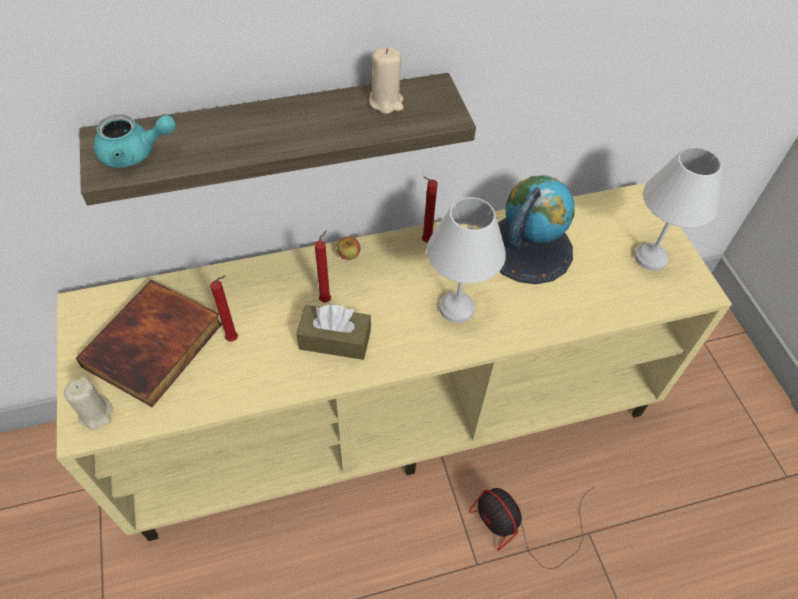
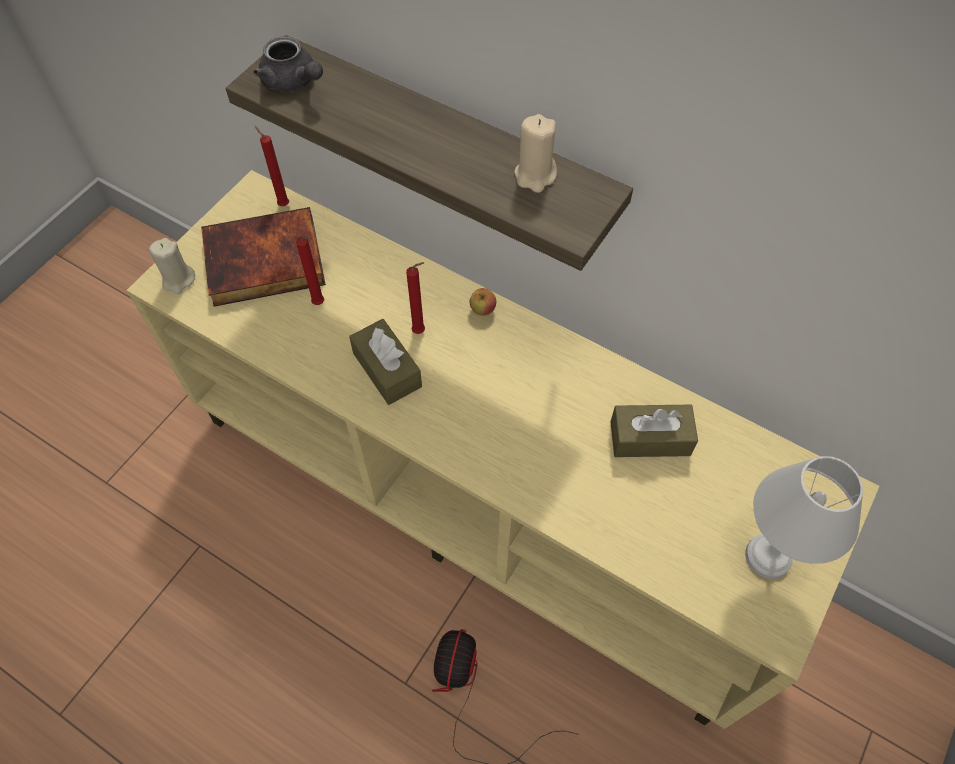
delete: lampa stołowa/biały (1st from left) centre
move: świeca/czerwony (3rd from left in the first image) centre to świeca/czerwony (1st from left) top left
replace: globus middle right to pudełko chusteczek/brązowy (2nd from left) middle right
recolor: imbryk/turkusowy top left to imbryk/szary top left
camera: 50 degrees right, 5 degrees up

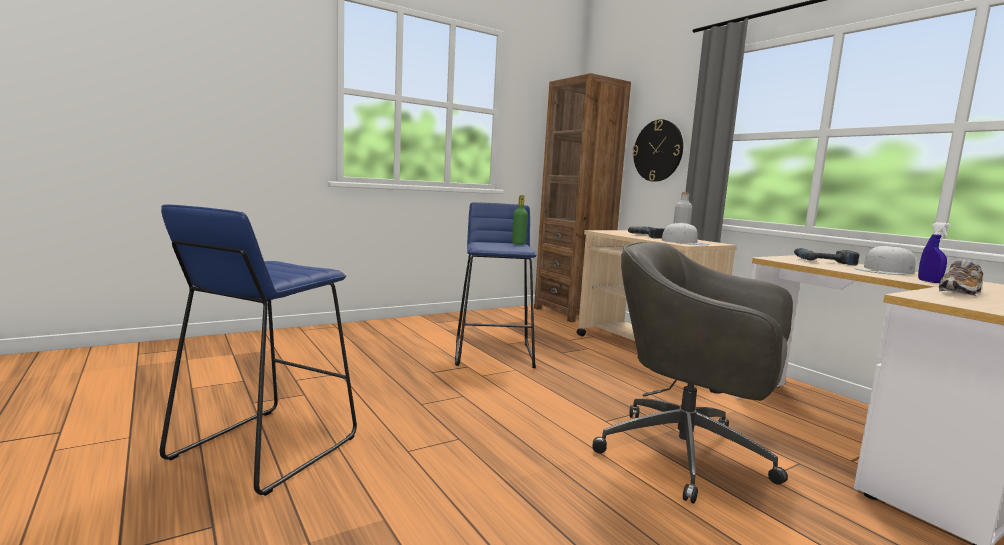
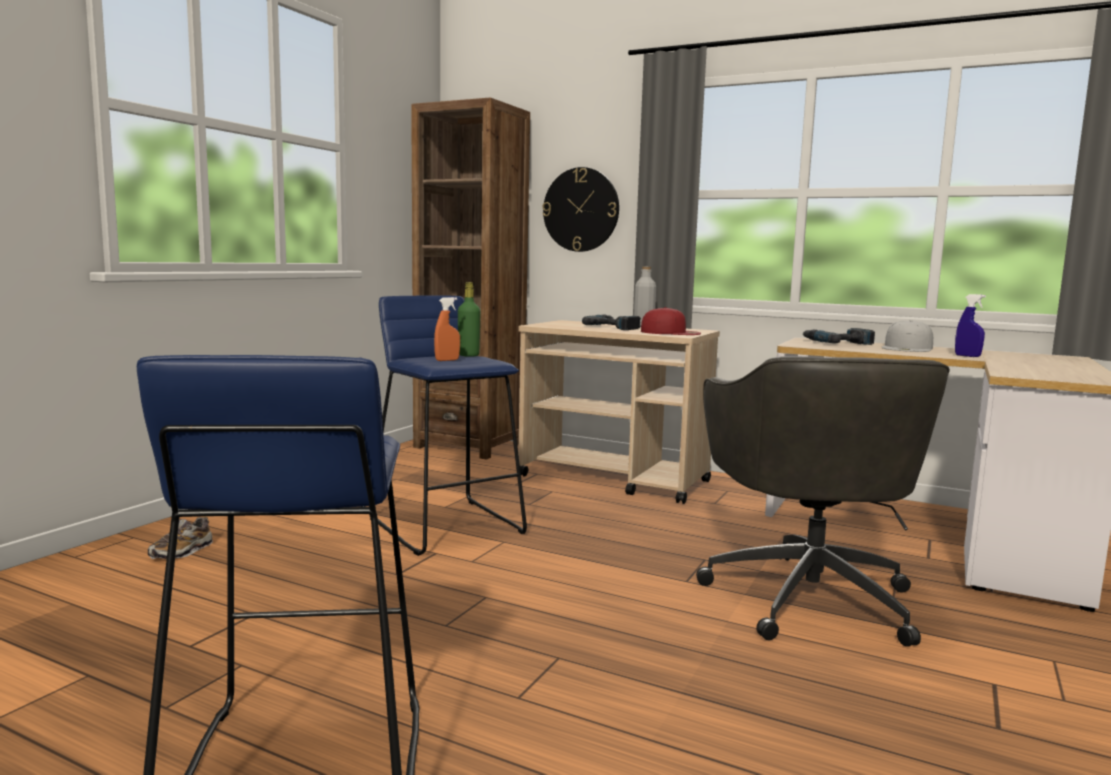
insert: spryskiwacz/pomarańczowy centre
move: but middle right to bottom left
recolor: czapka z daszkiem/biały (1st from left) middle right to czapka z daszkiem/czerwony centre
rotate: krzesło biurowe/szary bottom right = middle right 90 degrees counterclockwise
camera: 30 degrees left, 0 degrees up

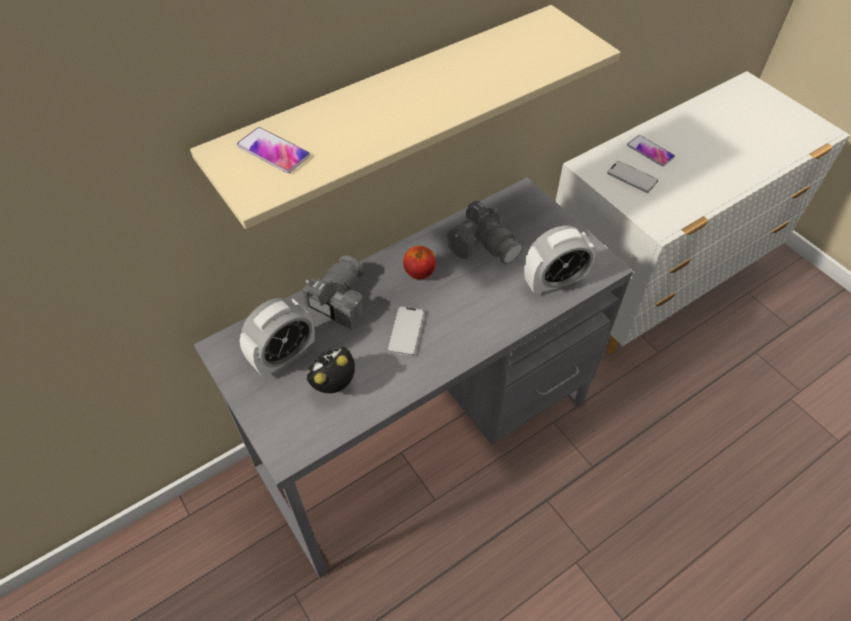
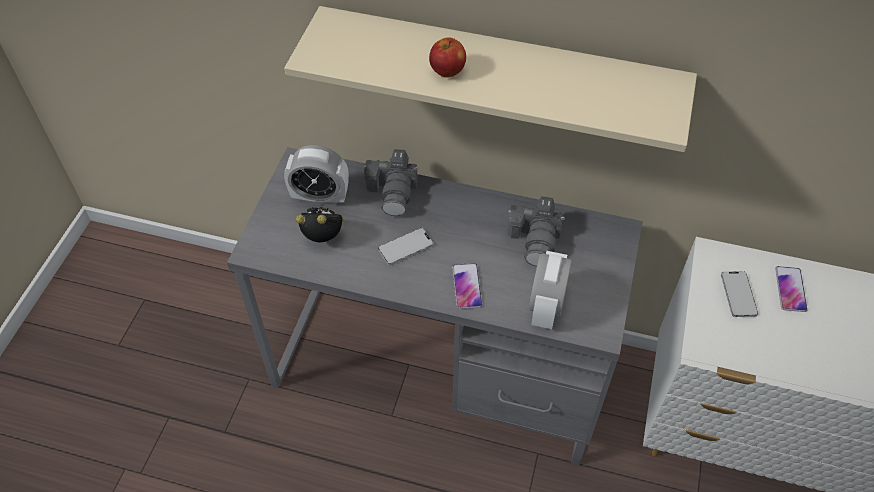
move: telefon (1st from left in the first image) top left to telefon (2nd from left) centre; jabłko centre to top centre
rotate: aparat fotograficzny (1st from left) centre = centre 105 degrees clockwise; budzik (3rd from left) centre = centre 75 degrees clockwise
camera: 50 degrees right, 0 degrees up

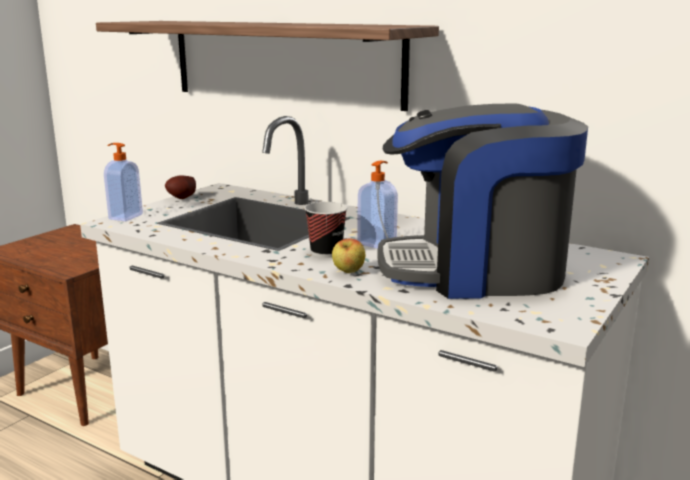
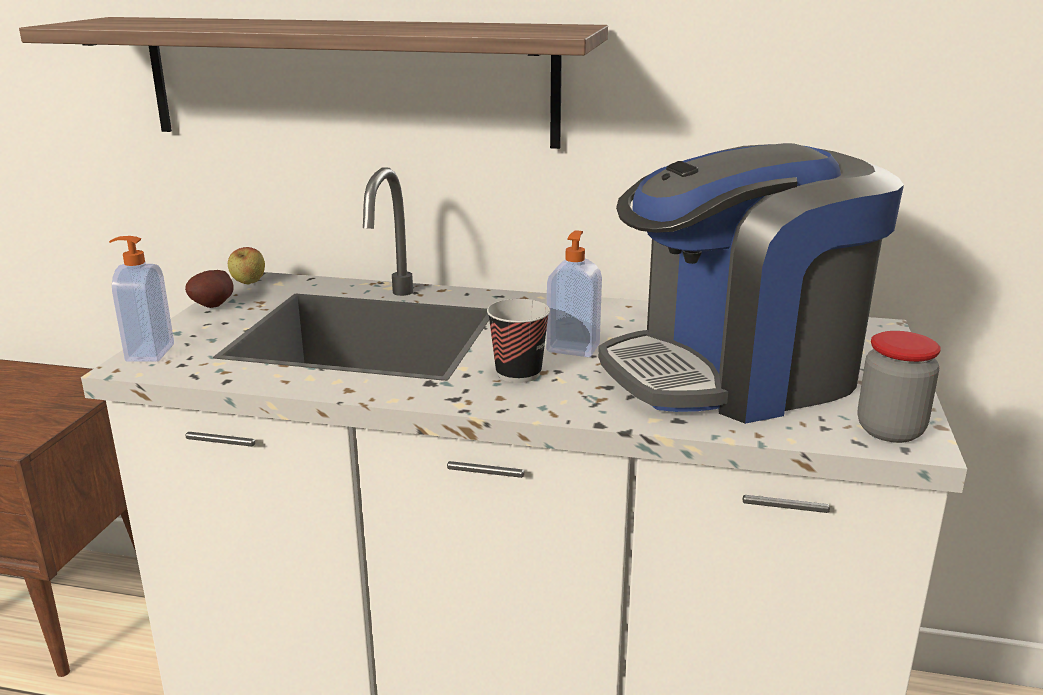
insert: słoik middle right
move: jabłko centre to middle left
camera: 20 degrees left, 5 degrees up

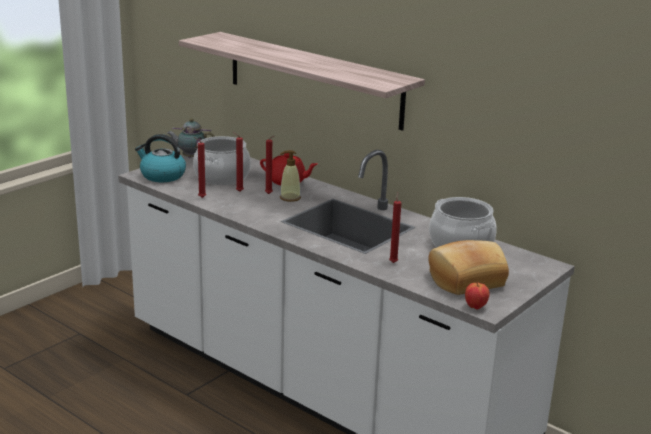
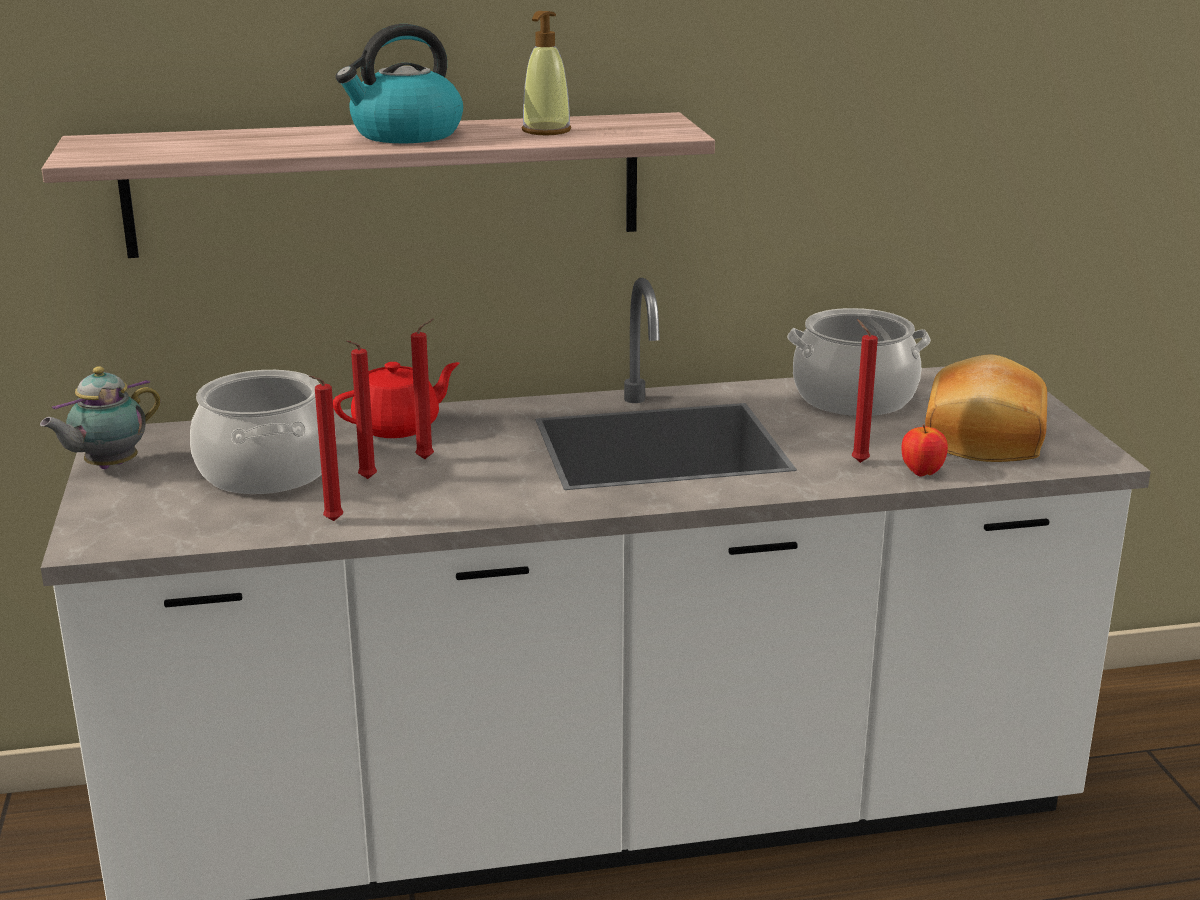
move: czajnik middle left to top left; dozownik mydła centre to top centre; jabłko bottom right to middle right
camera: 50 degrees left, 0 degrees up

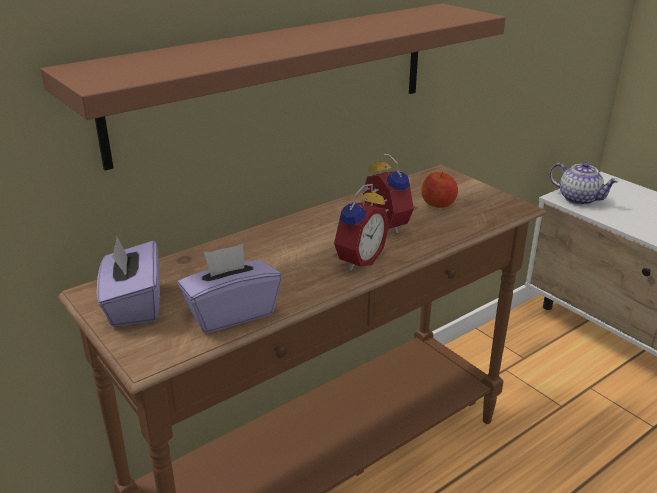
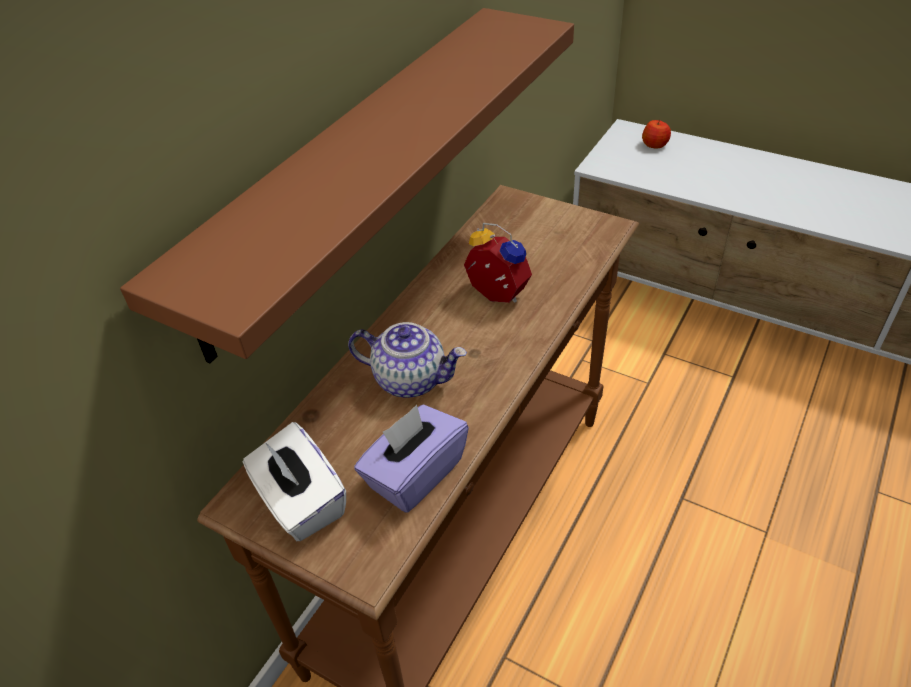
delete: budzik (1st from left) centre
move: jabłko middle right to top right; imbryk middle right to centre
recolor: pudełko chusteczek/fioletowy (1st from left) middle left to pudełko chusteczek/biały bottom left
camera: 20 degrees left, 15 degrees up

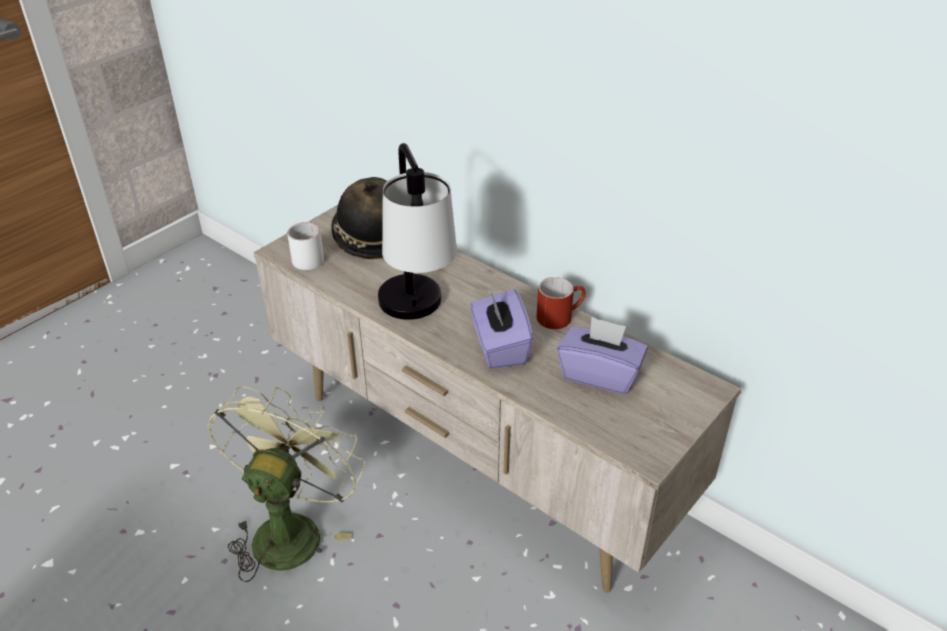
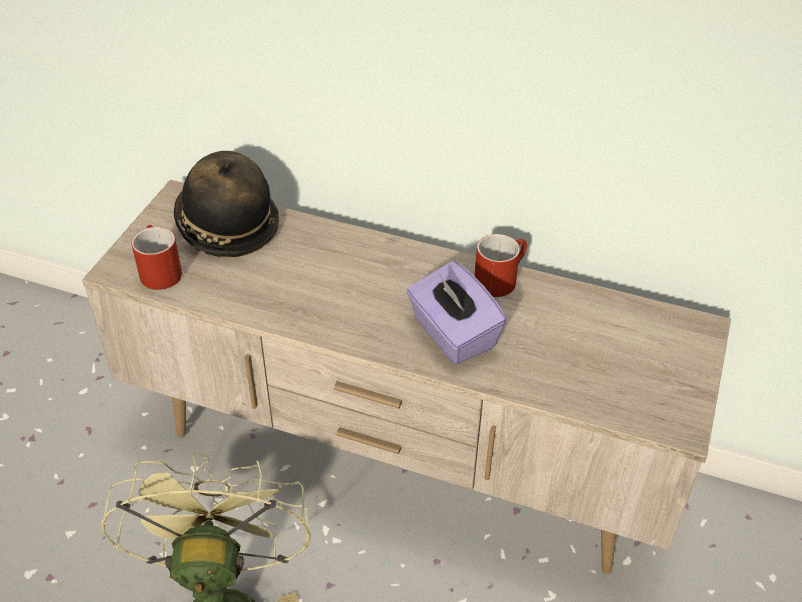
delete: lampa stołowa centre; pudełko chusteczek/fioletowy (2nd from left) centre
recolor: kubek/biały middle left to kubek/czerwony (1st from left) middle left
camera: 20 degrees left, 5 degrees up

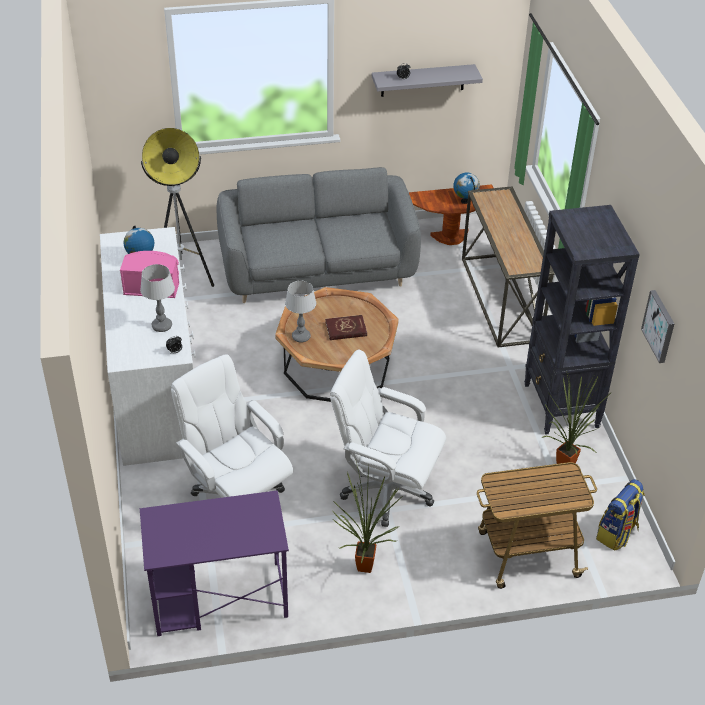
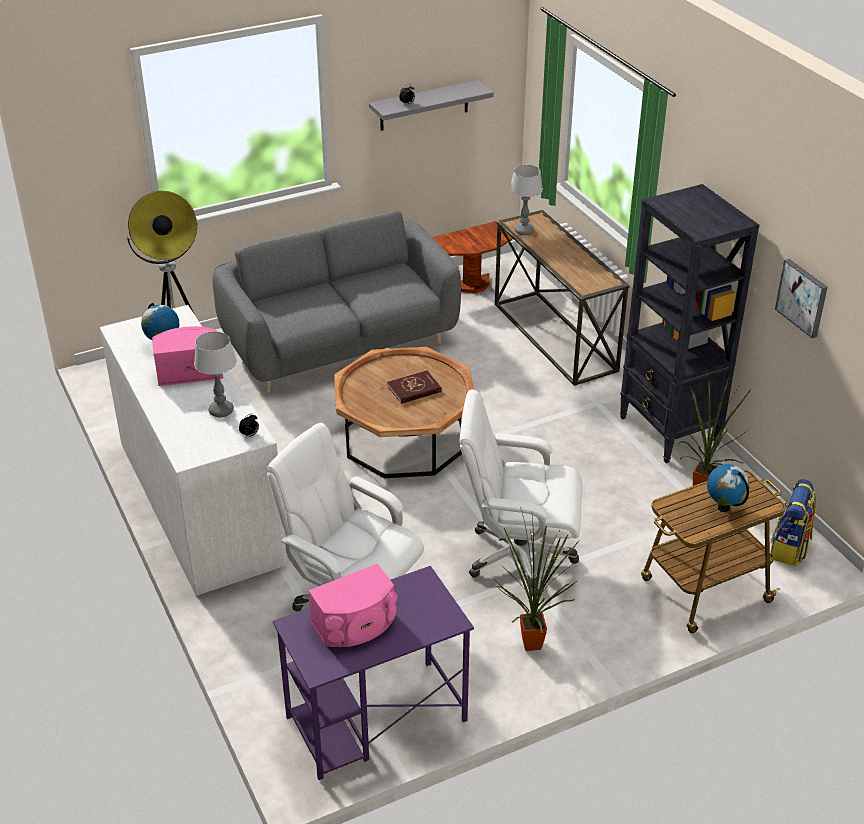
insert: głośnik/różowy (2nd from left) bottom centre
move: lampa stołowa (2nd from left) centre to top centre; globus (2nd from left) top centre to middle right
camera: 15 degrees left, 5 degrees down

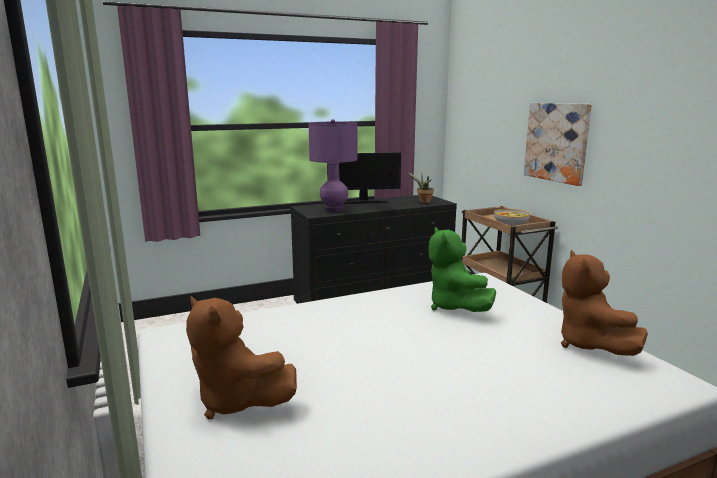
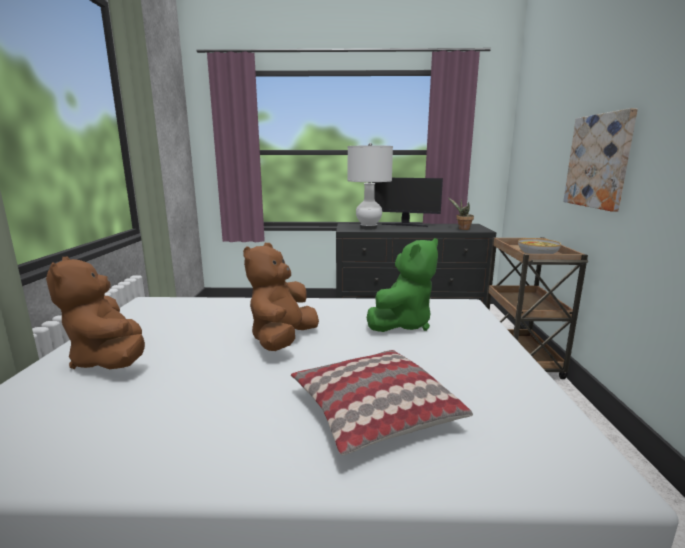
insert: poduszka bottom centre
move: pluszak/brązowy (2nd from left) middle right to centre
recolor: lampa stołowa/fioletowy centre to lampa stołowa/biały centre
rotate: pluszak/zielony centre = centre 150 degrees counterclockwise
camera: 25 degrees right, 0 degrees up

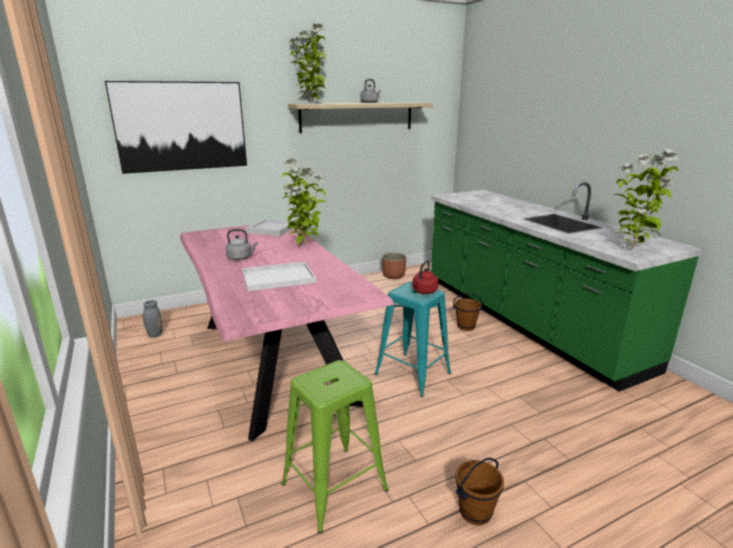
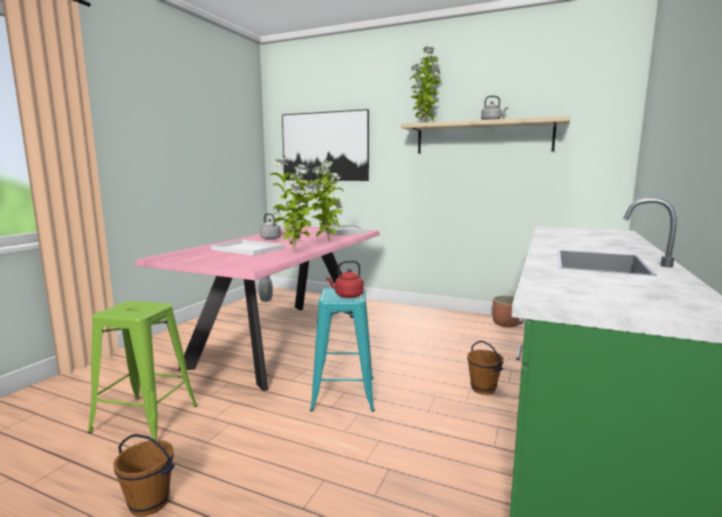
move: roślina doniczkowa (3rd from left in the first image) middle right to roślina doniczkowa (1st from left) centre
camera: 50 degrees right, 10 degrees down

